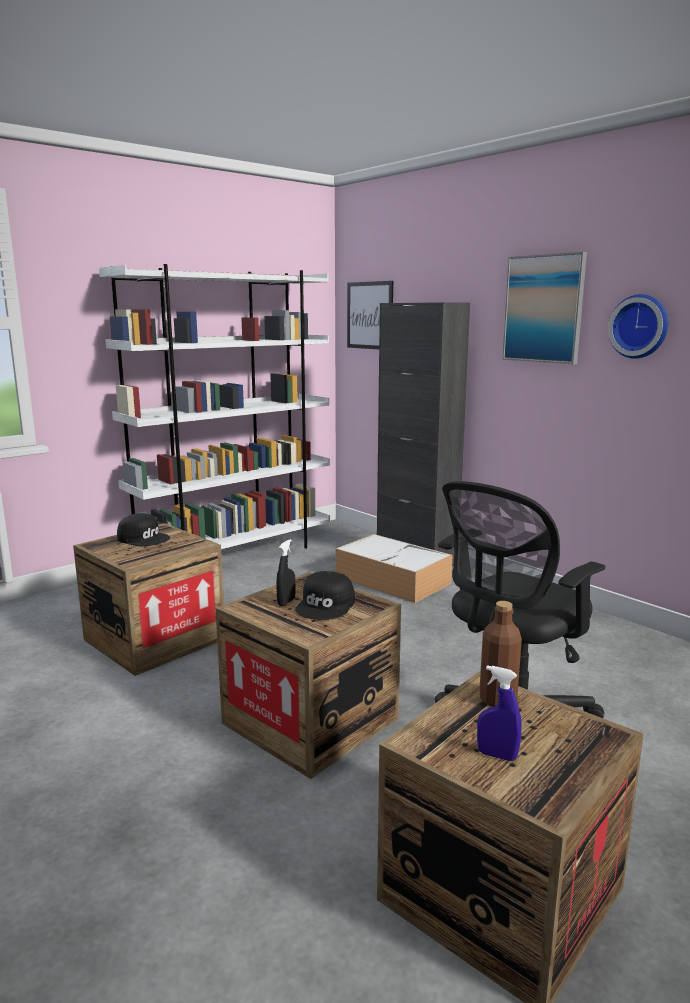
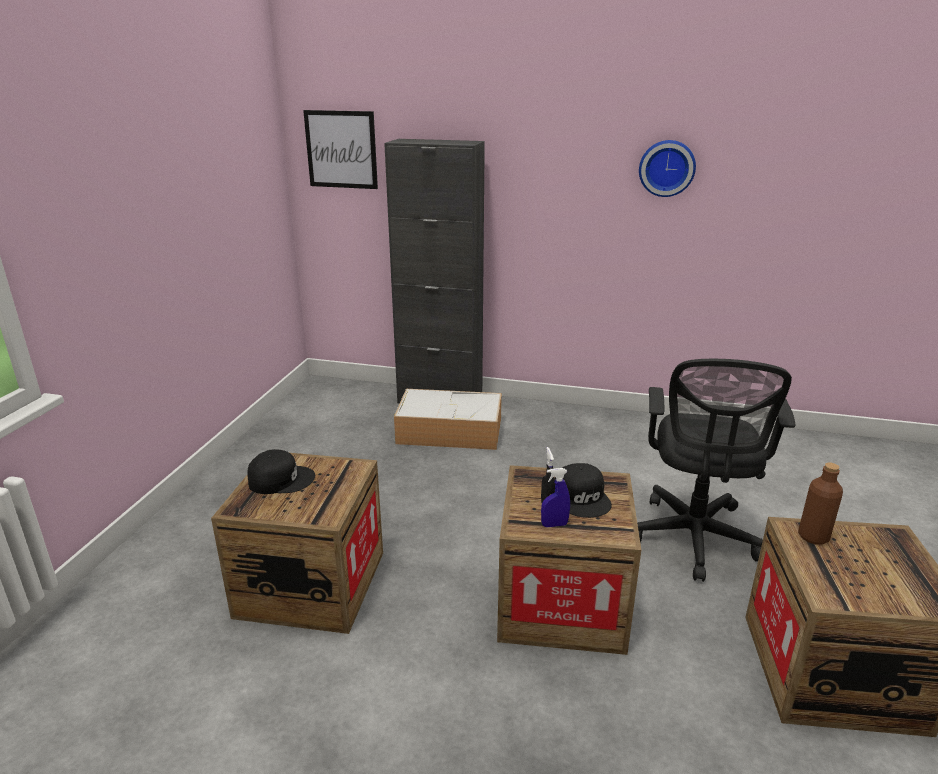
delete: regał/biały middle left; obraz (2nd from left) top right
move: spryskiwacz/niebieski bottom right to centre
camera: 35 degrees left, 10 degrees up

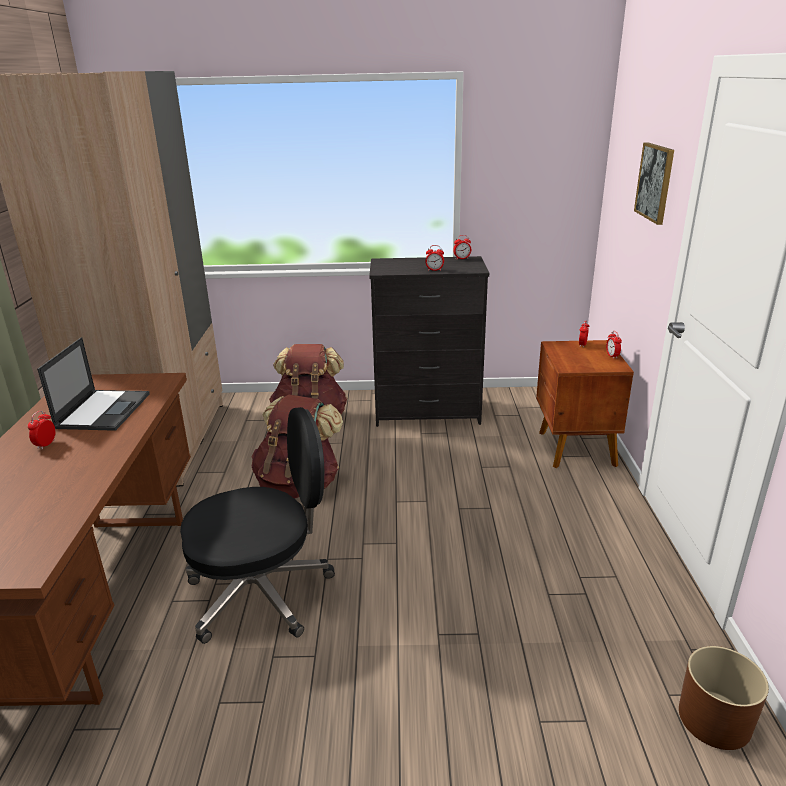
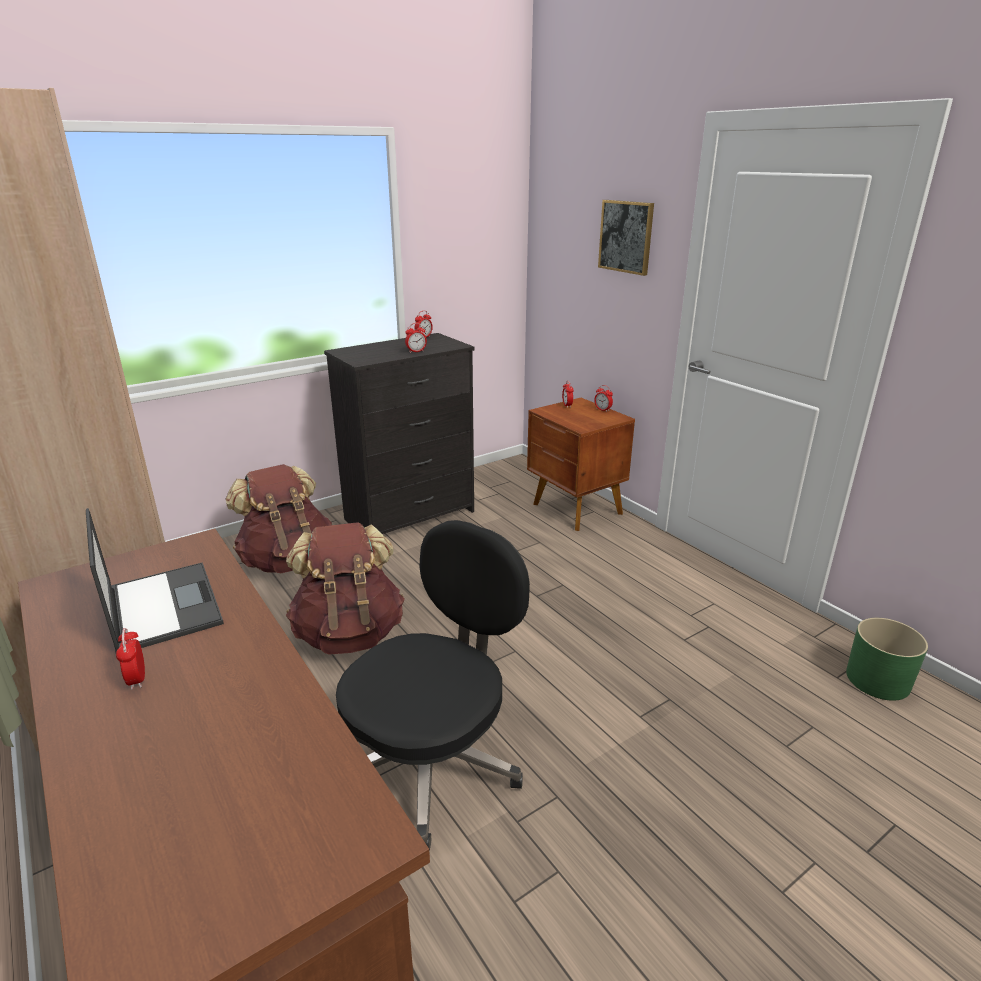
recolor: donica/brązowy bottom right to donica/zielony bottom right
camera: 35 degrees left, 0 degrees up

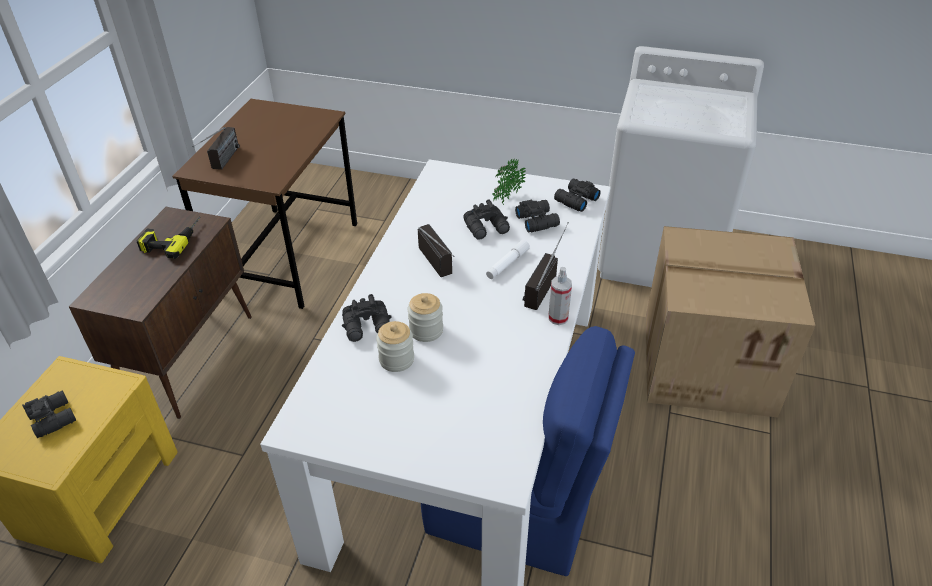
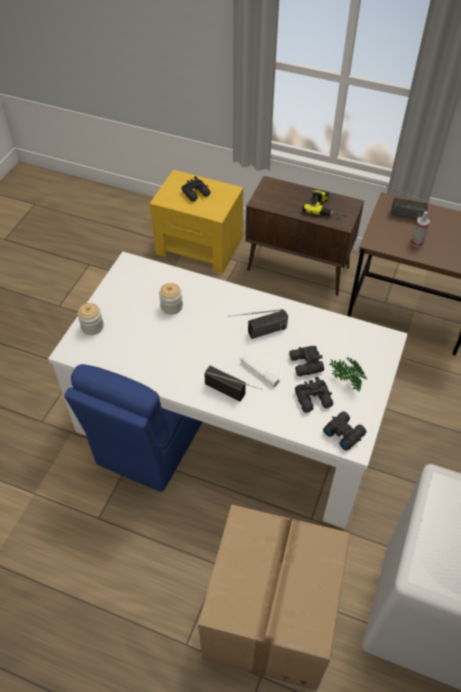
delete: lornetka/czarny (2nd from left) centre
move: słoik (2nd from left in the first image) centre to słoik (1st from left) middle left; spryskiwacz centre to top right
camera: 95 degrees right, 10 degrees up

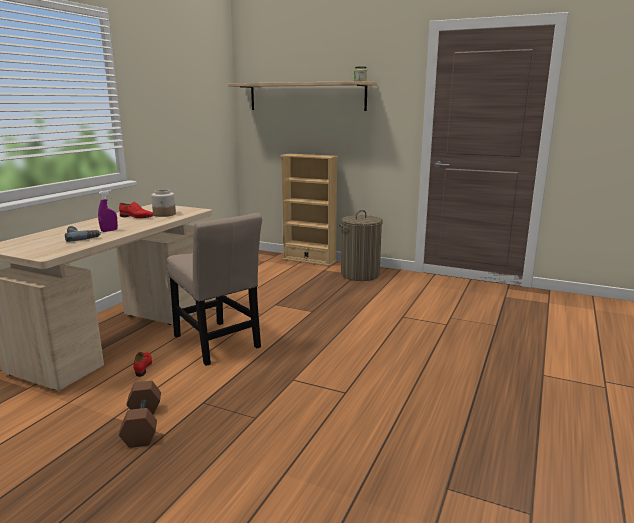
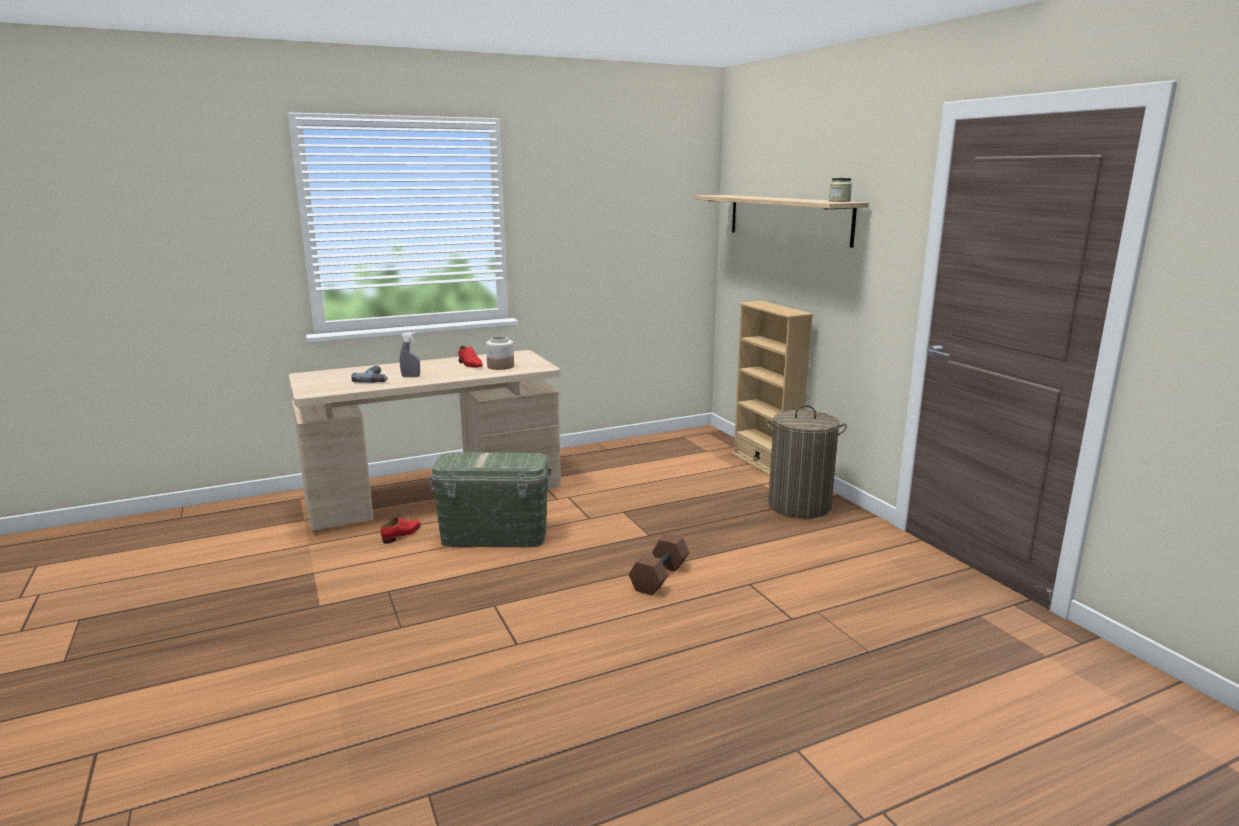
move: hantel/brązowy bottom left to bottom centre
replace: krzesło/beżowy centre to pojemnik do przechowywania/zielony centre
recolor: spryskiwacz/fioletowy middle left to spryskiwacz/szary middle left
camera: 40 degrees right, 0 degrees up

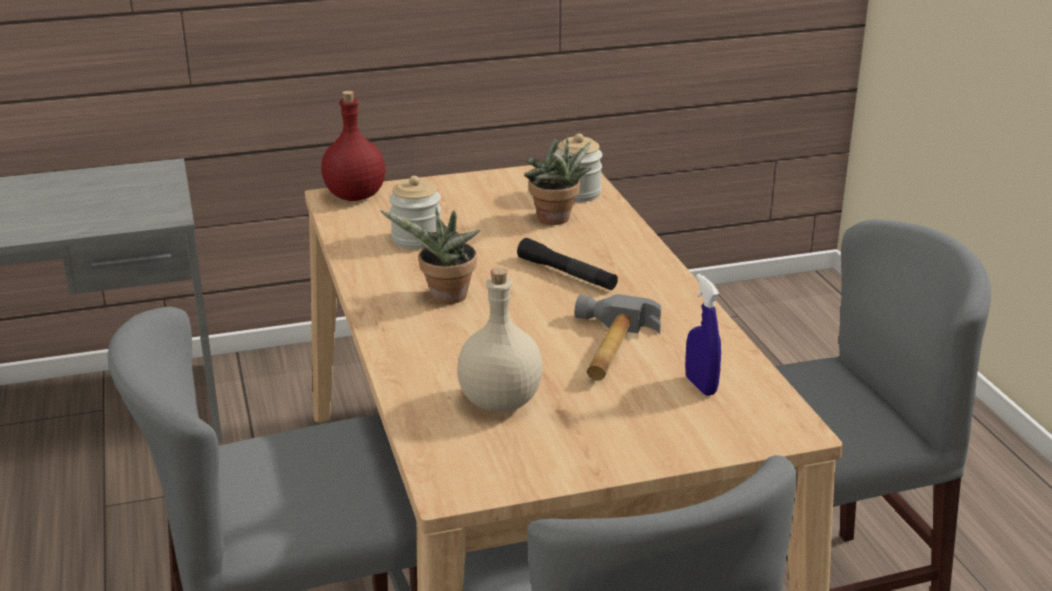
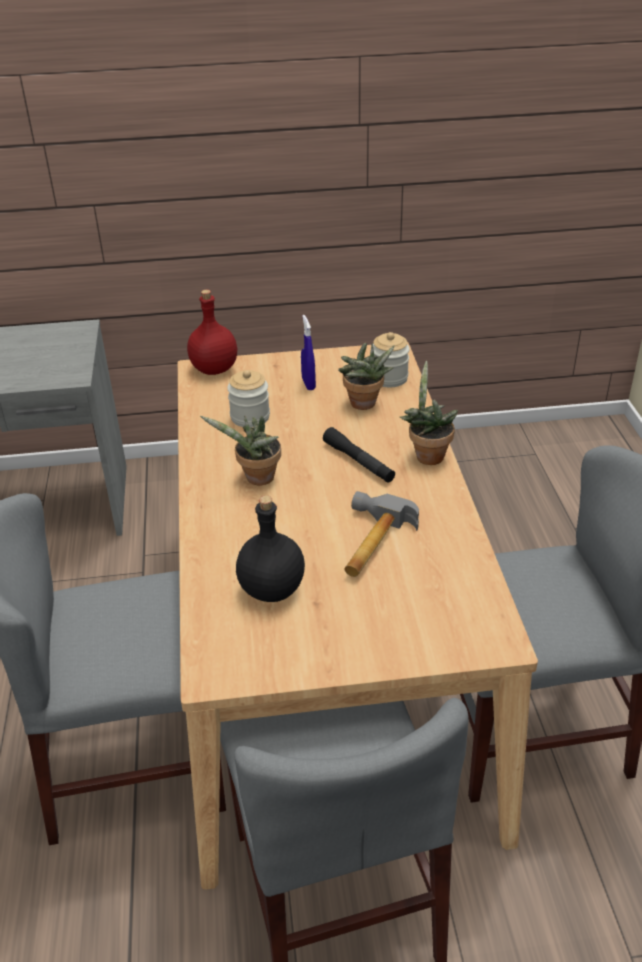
insert: roślina doniczkowa (3rd from left) middle right
move: spryskiwacz/niebieski middle right to centre
recolor: butelka/beżowy centre to butelka/czarny centre
camera: 10 degrees right, 10 degrees up

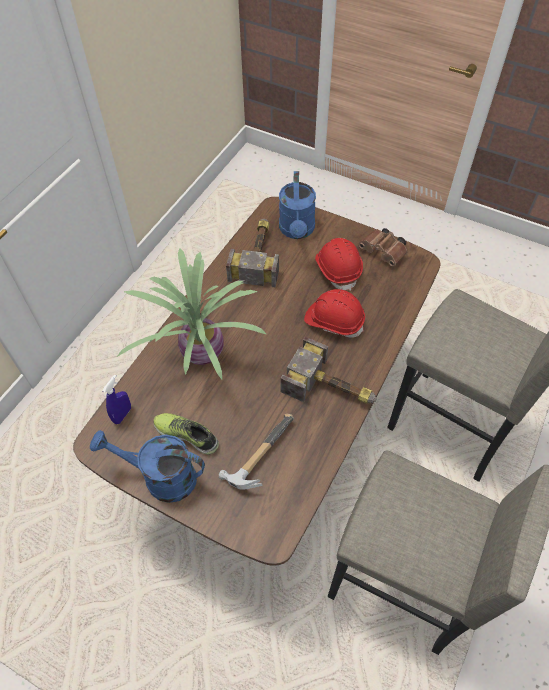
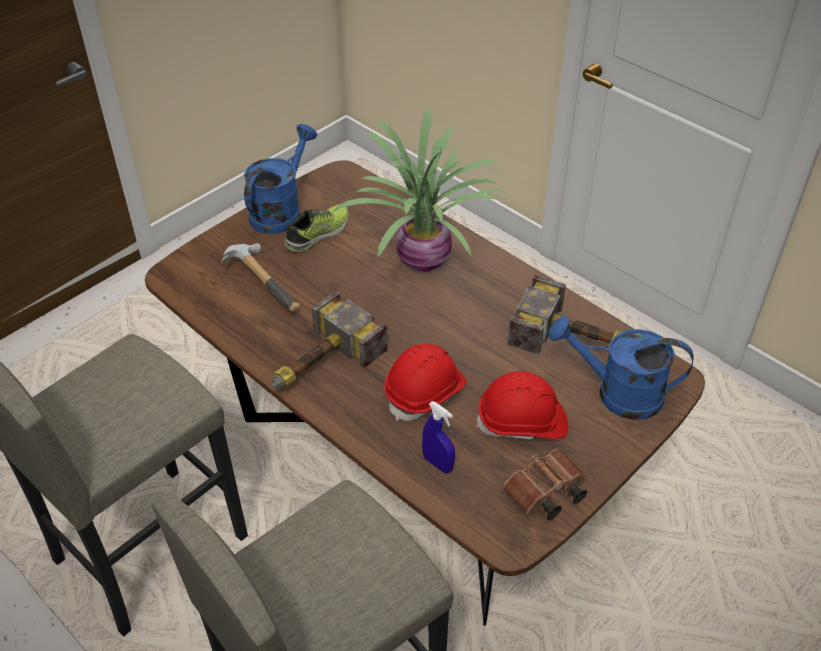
move: spryskiwacz/niebieski middle left to bottom centre
camera: 105 degrees right, 10 degrees down

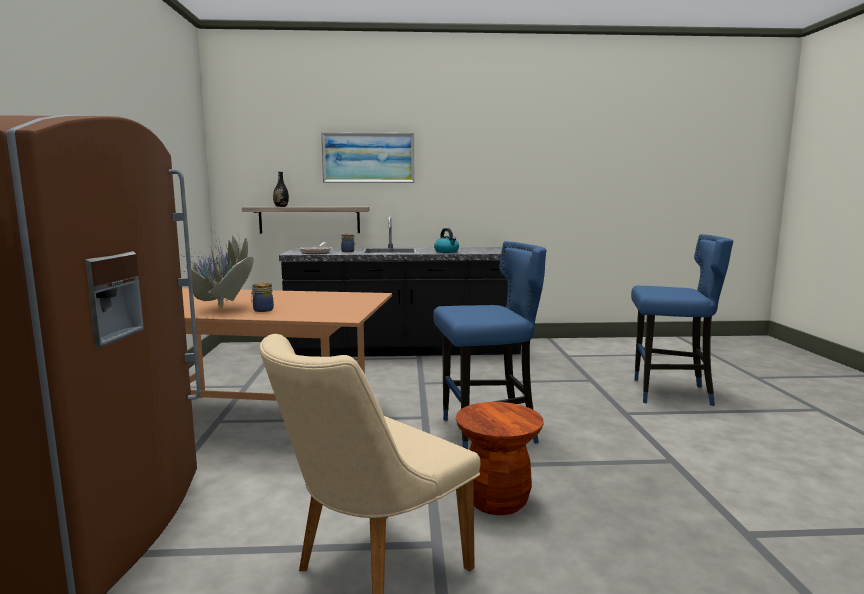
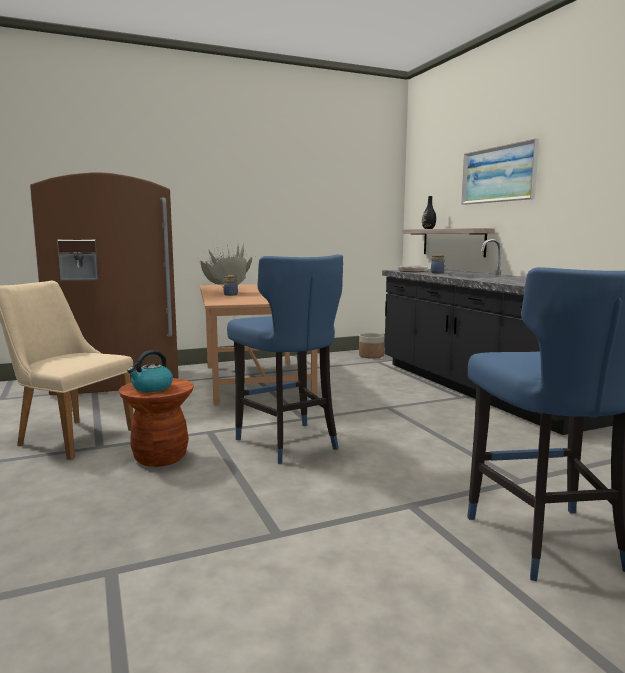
insert: donica centre
move: czajnik centre to middle left
camera: 70 degrees right, 0 degrees up

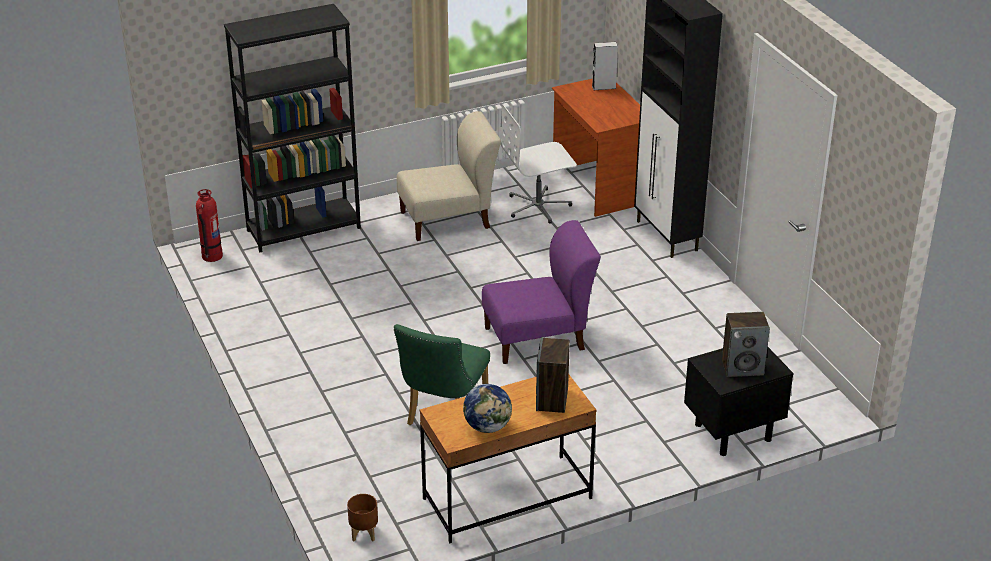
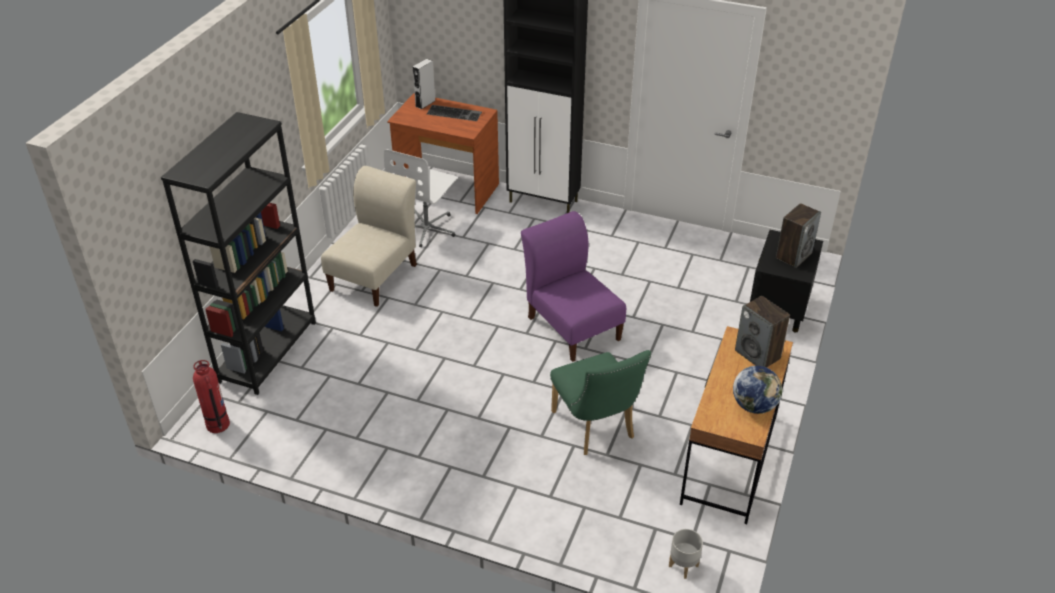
insert: klawiatura top centre
recolor: donica/brązowy bottom centre to donica/szary bottom centre
rotate: krzesło/fioletowy centre = centre 60 degrees counterclockwise
camera: 45 degrees left, 5 degrees up

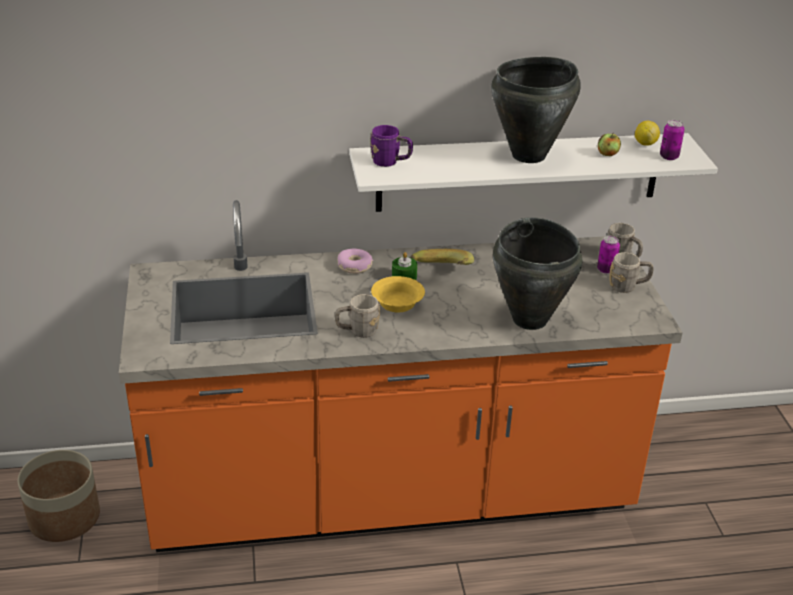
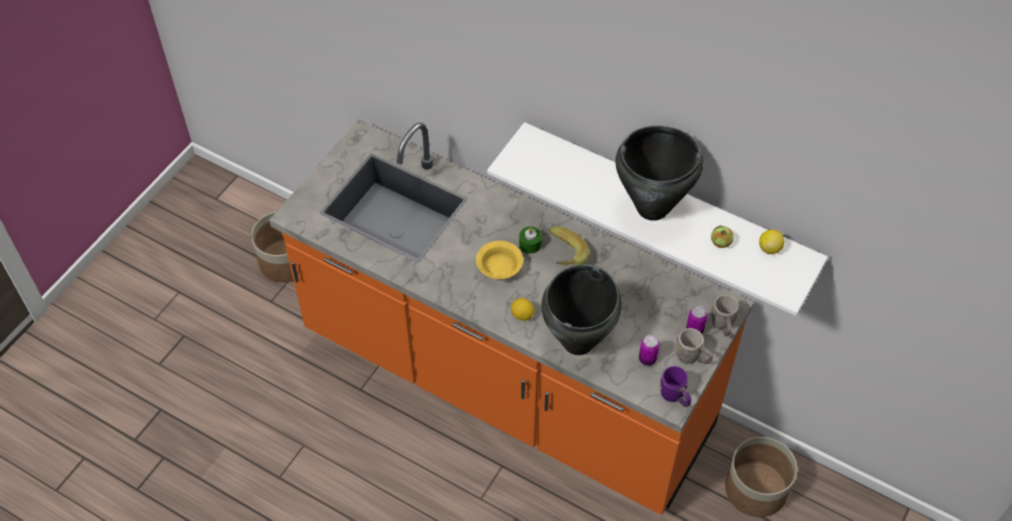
delete: kubek/szary (1st from left) centre; donut centre
insert: cytryna (1st from left) centre; donica (2nd from left) bottom right
move: kubek/fioletowy top centre to bottom right; puszka (2nd from left in the first image) top right to puszka (1st from left) bottom centre
camera: 40 degrees right, 20 degrees up

